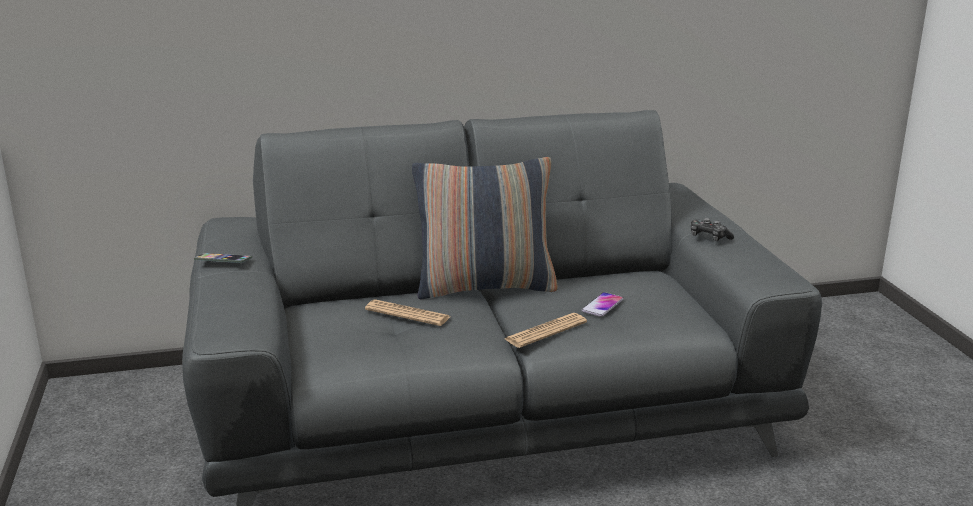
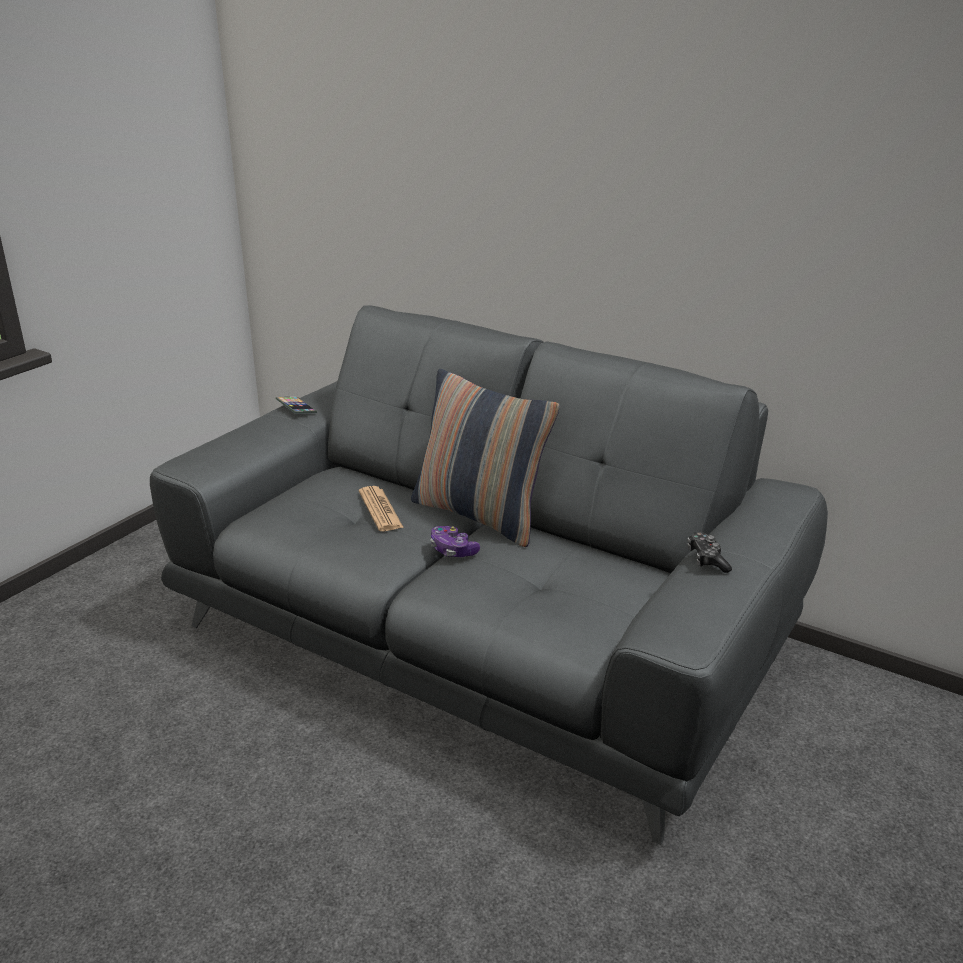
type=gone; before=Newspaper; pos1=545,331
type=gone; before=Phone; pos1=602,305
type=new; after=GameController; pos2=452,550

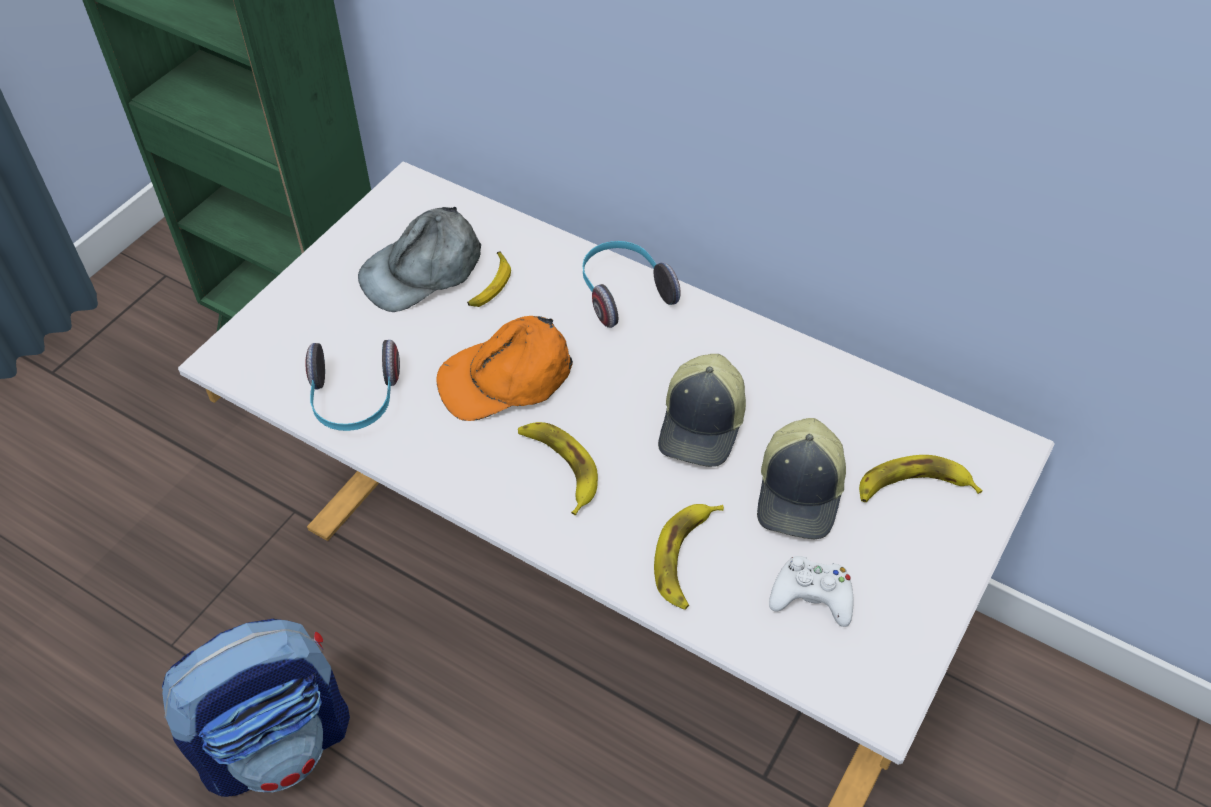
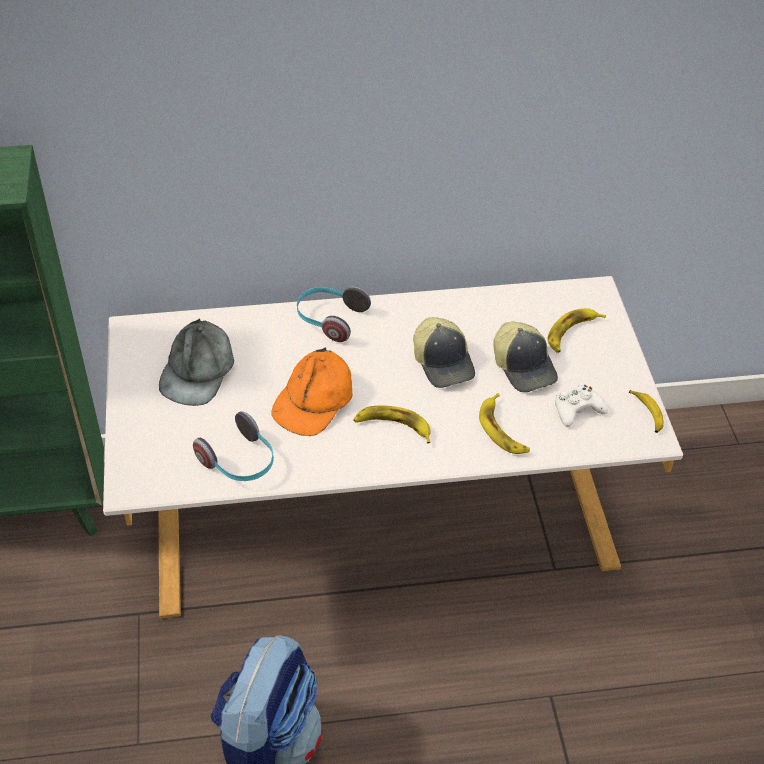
type=shifted; before=Banana; pos1=490,285; pos2=646,414

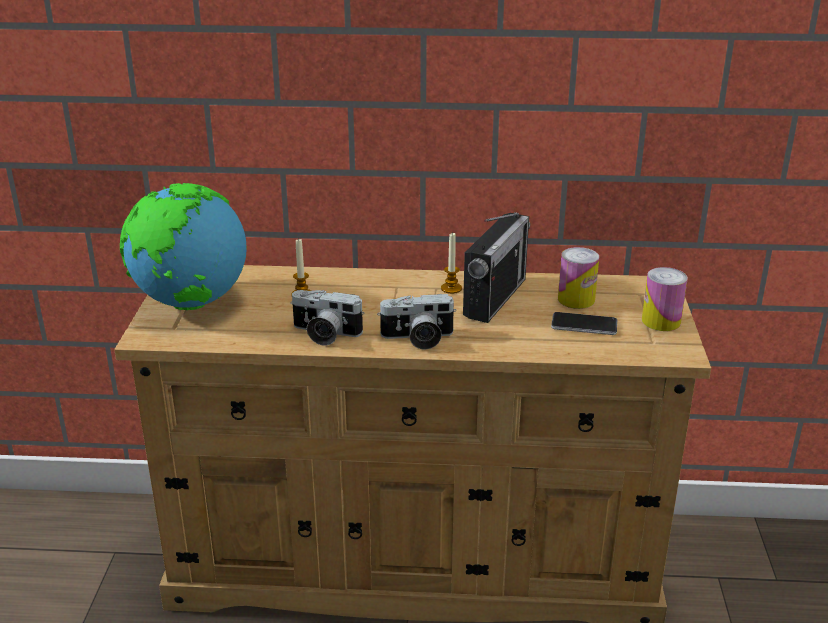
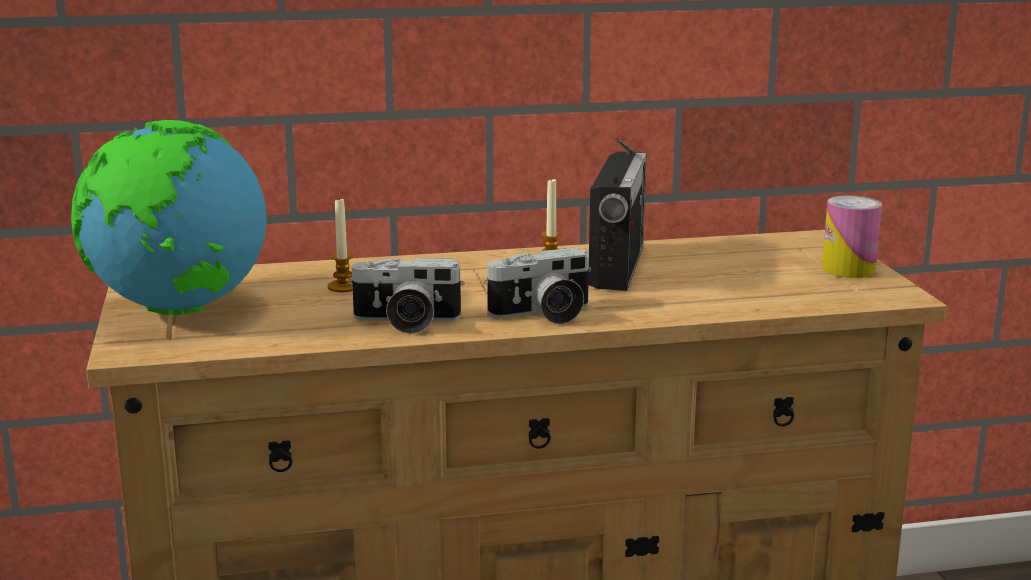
type=gone; before=Phone; pos1=584,325
type=gone; before=Can; pos1=576,299

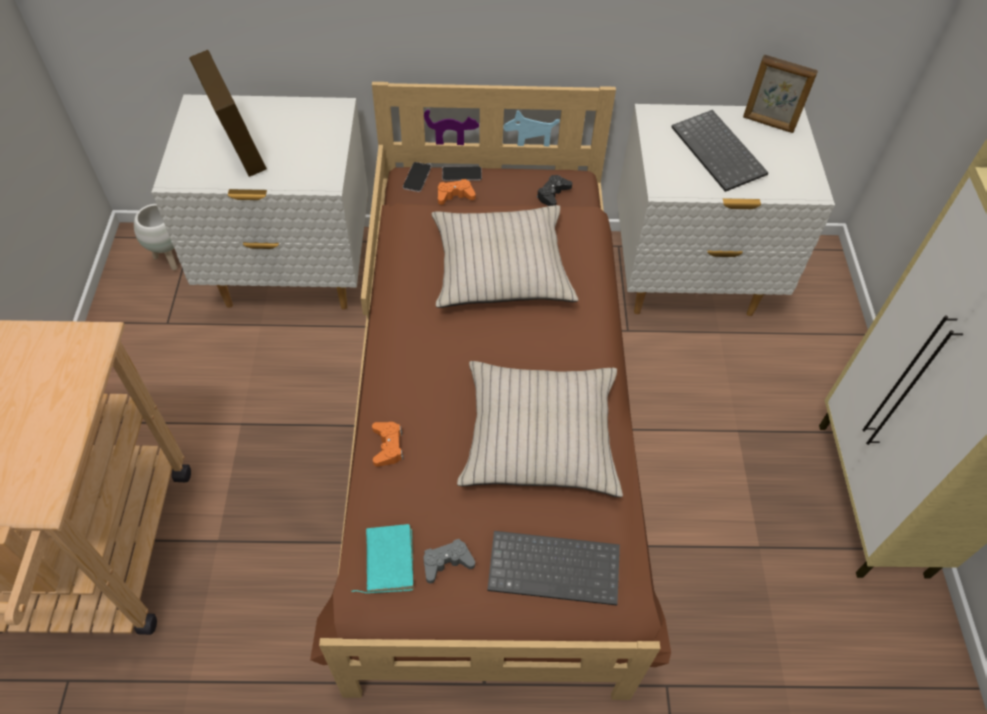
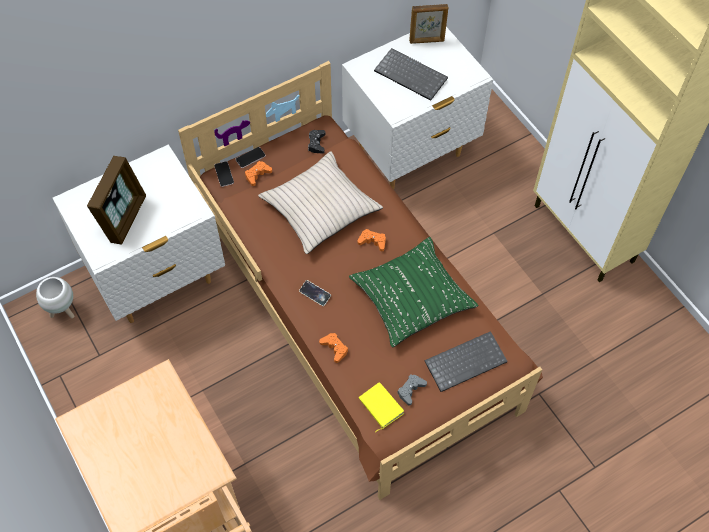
type=rotated; before=PictureFrame; pos1=238,149; pos2=124,218; turn=75
type=repainted; before=TurquoiseBook; after=YellowBook; pos1=387,560; pos2=380,407
type=repainted; before=BeigePillow; after=GreenPillow; pos1=539,436; pos2=411,297
type=new; after=Phone; pos2=315,294
type=new; after=OrangeGameController; pos2=372,242

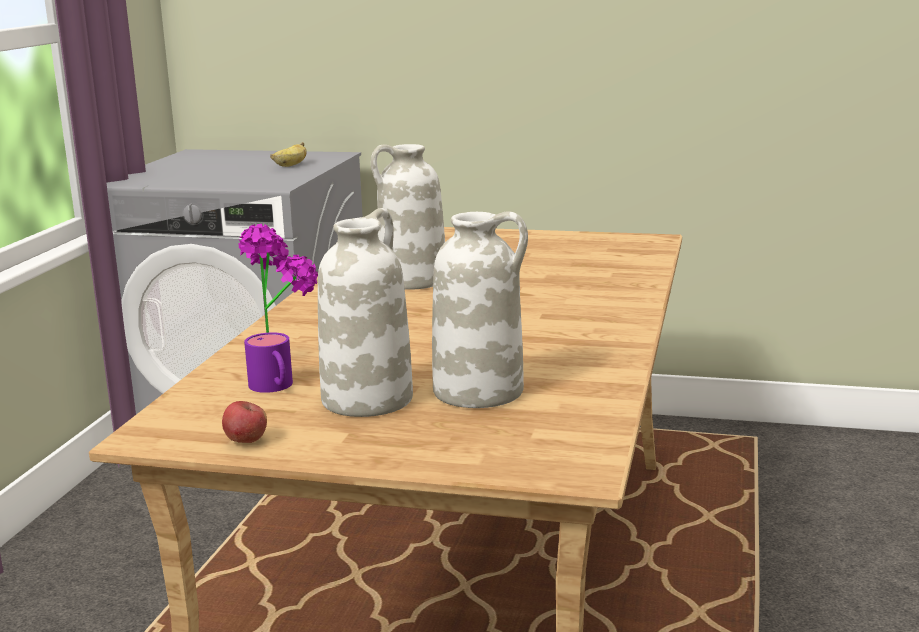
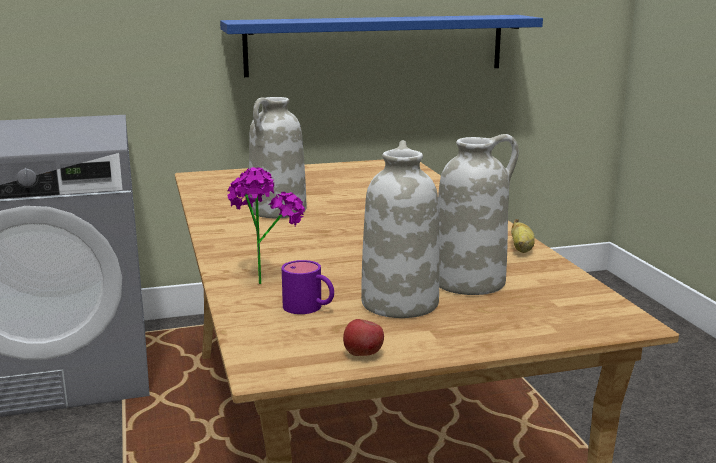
type=shifted; before=Banana; pos1=290,165; pos2=521,249
type=new; after=BlueShelf; pos2=376,45

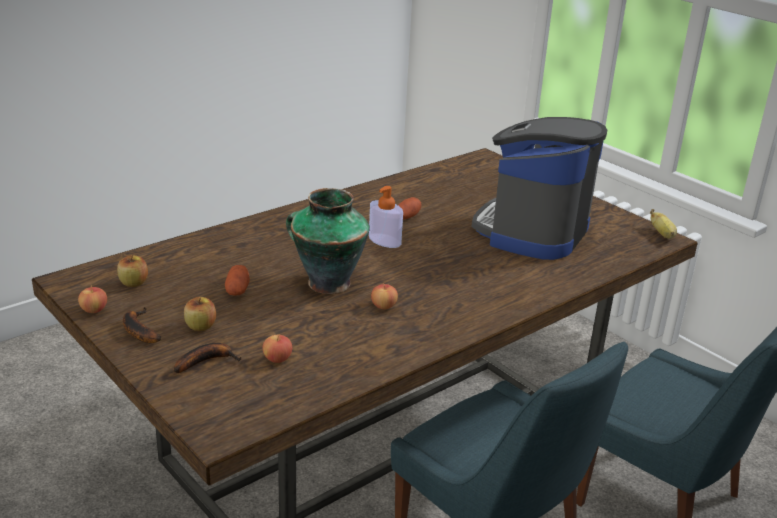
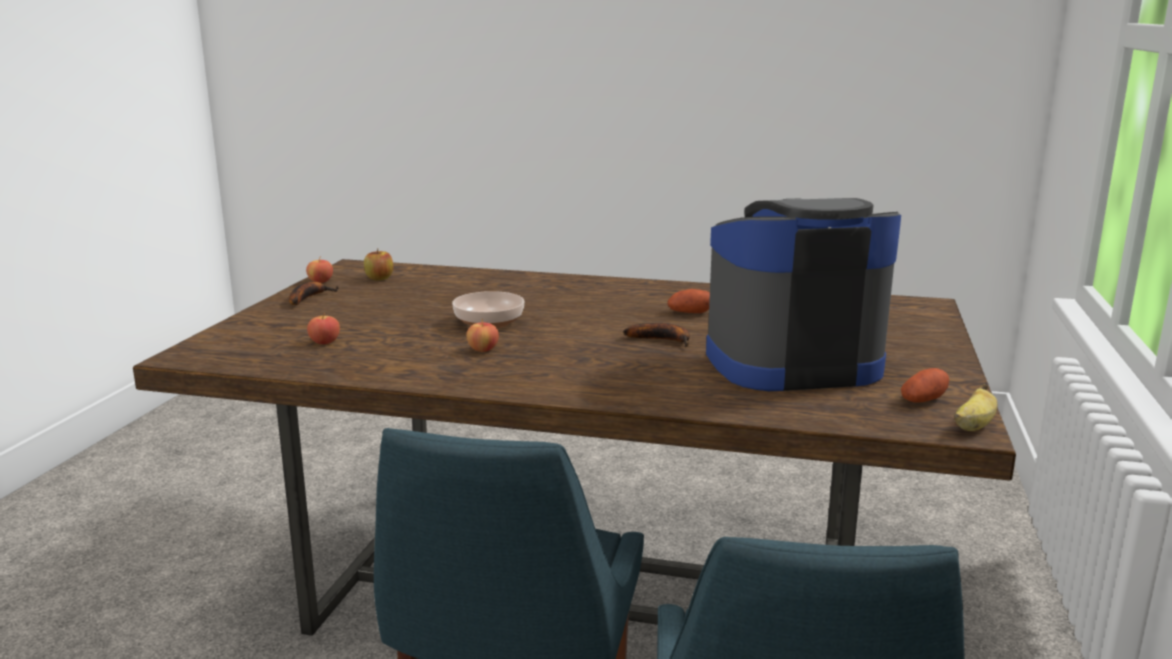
type=shifted; before=Banana; pos1=206,361; pos2=663,340
type=gone; before=Apple; pos1=200,326
type=shifted; before=Potato; pos1=237,290; pos2=923,400
type=swapped; before=Vase; after=Bowl; pos1=327,282; pos2=490,322
type=gone; before=SoapDispenser; pos1=384,241

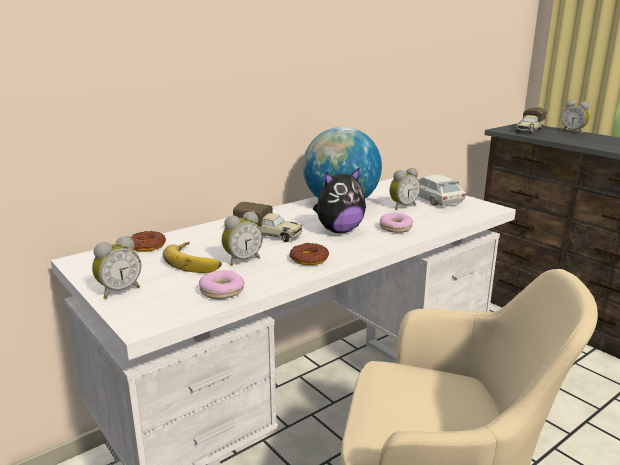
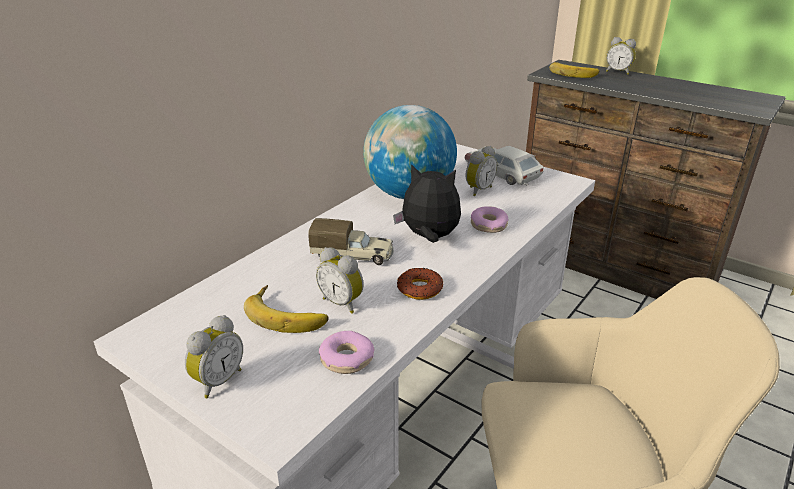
type=gone; before=Donut; pos1=147,246
type=rotated; before=AlarmClock; pos1=242,260; pos2=343,302; turn=90
type=rotated; before=PlushToy; pos1=339,230; pos2=429,237; turn=-120
type=swapped; before=ToyTruck; after=Banana; pos1=529,130; pos2=573,73

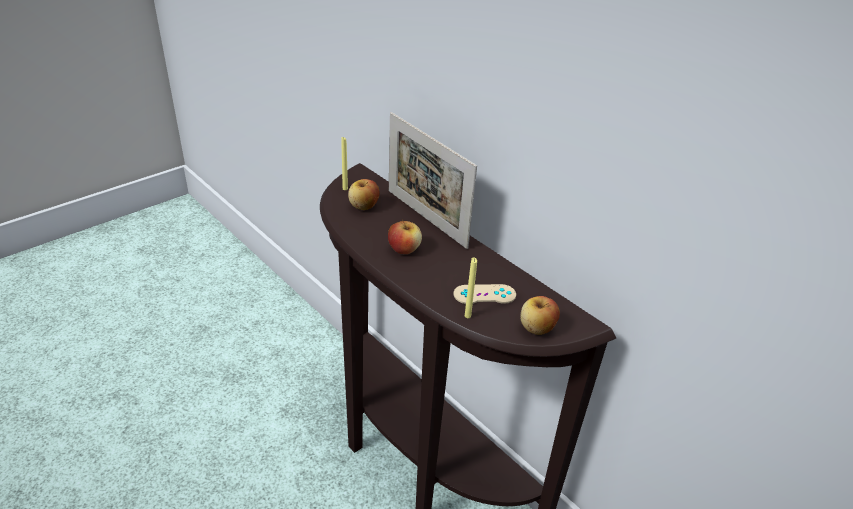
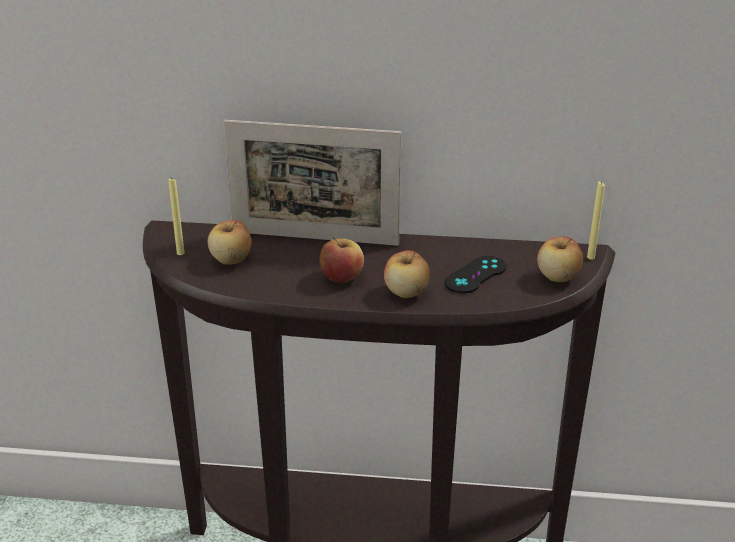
type=repainted; before=BeigeGameController; after=BlackGameController; pos1=484,294; pos2=476,275
type=shifted; before=YellowCandle; pos1=467,316; pos2=590,257
type=new; after=Apple; pos2=406,292

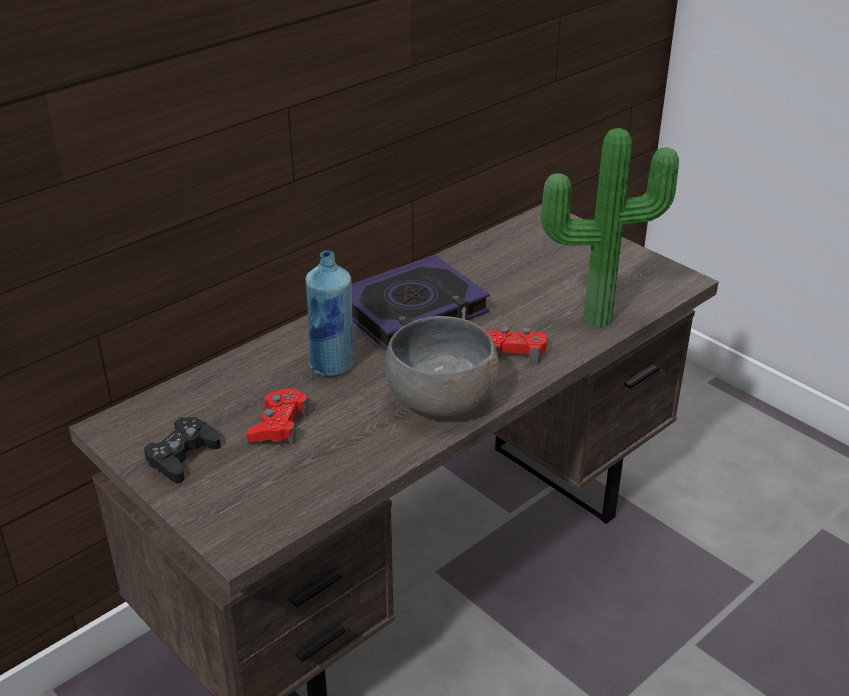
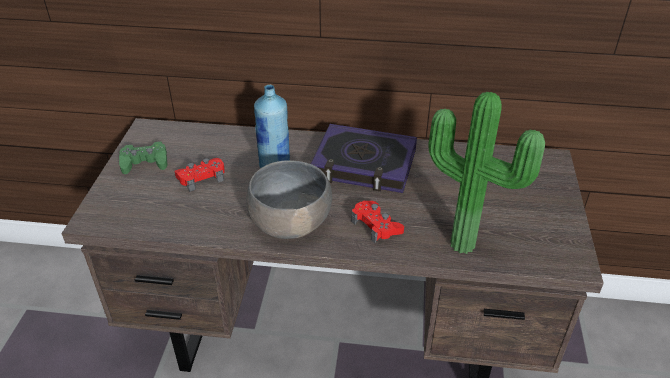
type=repainted; before=BlackGameController; after=GreenGameController; pos1=182,456; pos2=145,162

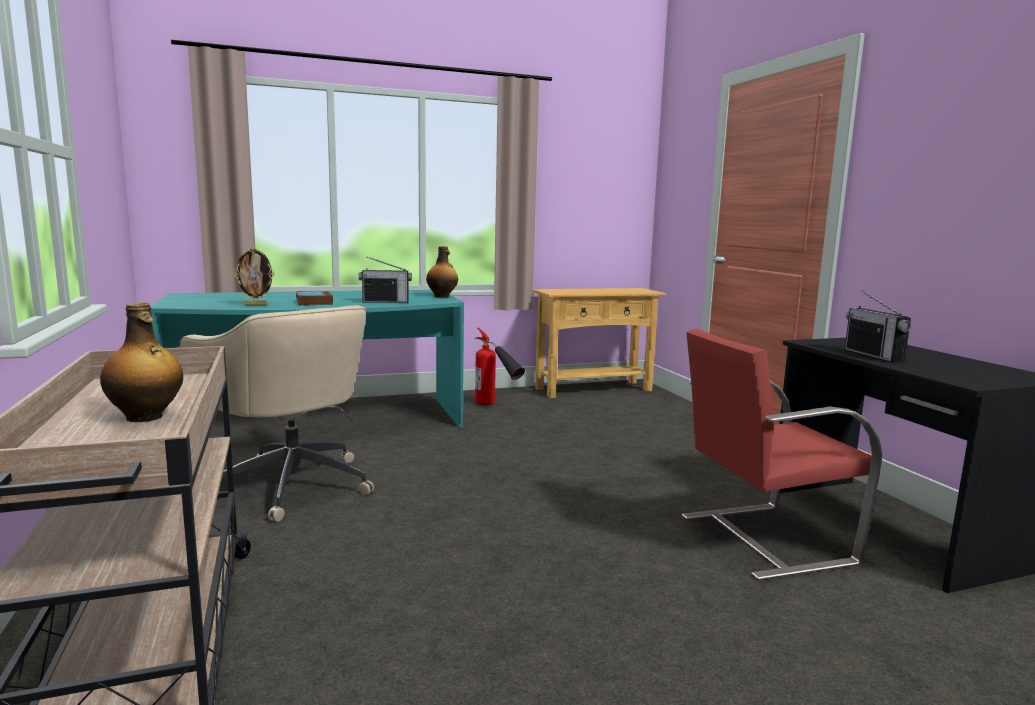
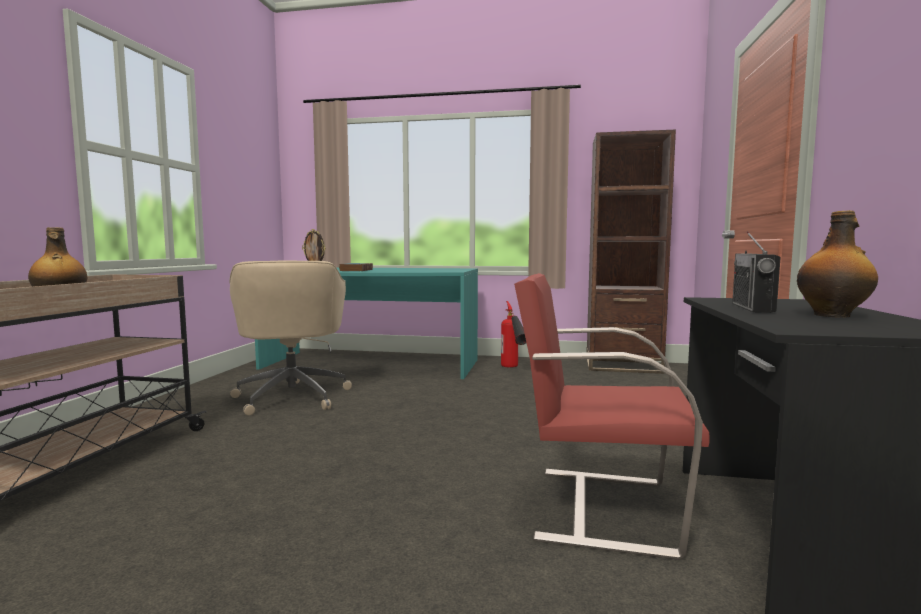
type=gone; before=Radio; pos1=385,302
type=shifted; before=Bottle; pos1=442,296; pos2=833,315
type=swapped; before=BeigeConsoleTable; after=BrownBookcase; pos1=593,389; pos2=623,366

